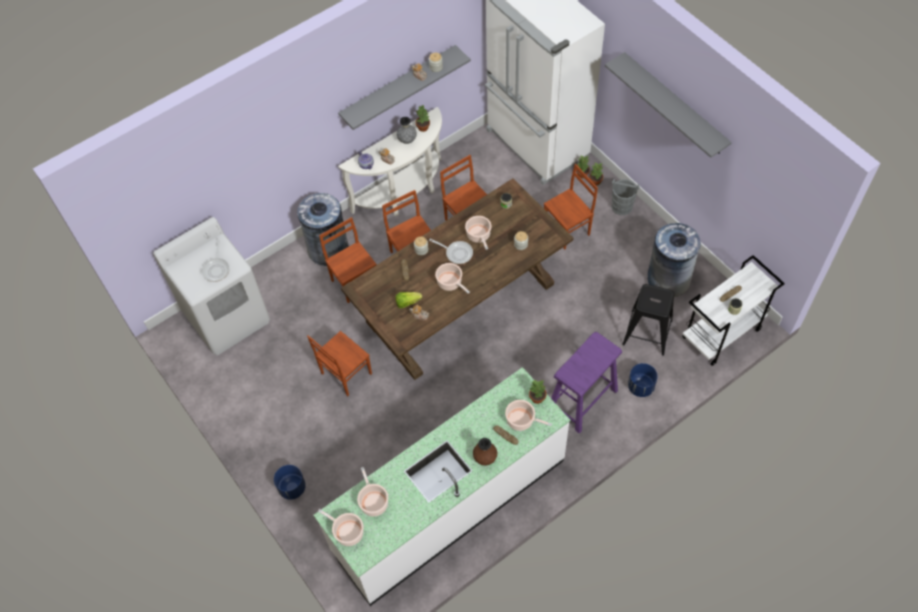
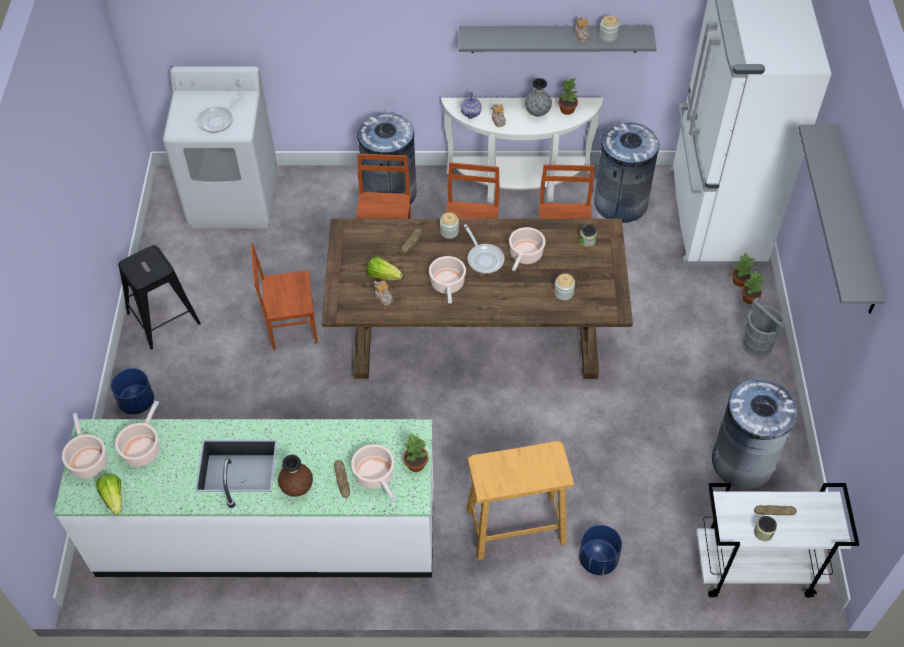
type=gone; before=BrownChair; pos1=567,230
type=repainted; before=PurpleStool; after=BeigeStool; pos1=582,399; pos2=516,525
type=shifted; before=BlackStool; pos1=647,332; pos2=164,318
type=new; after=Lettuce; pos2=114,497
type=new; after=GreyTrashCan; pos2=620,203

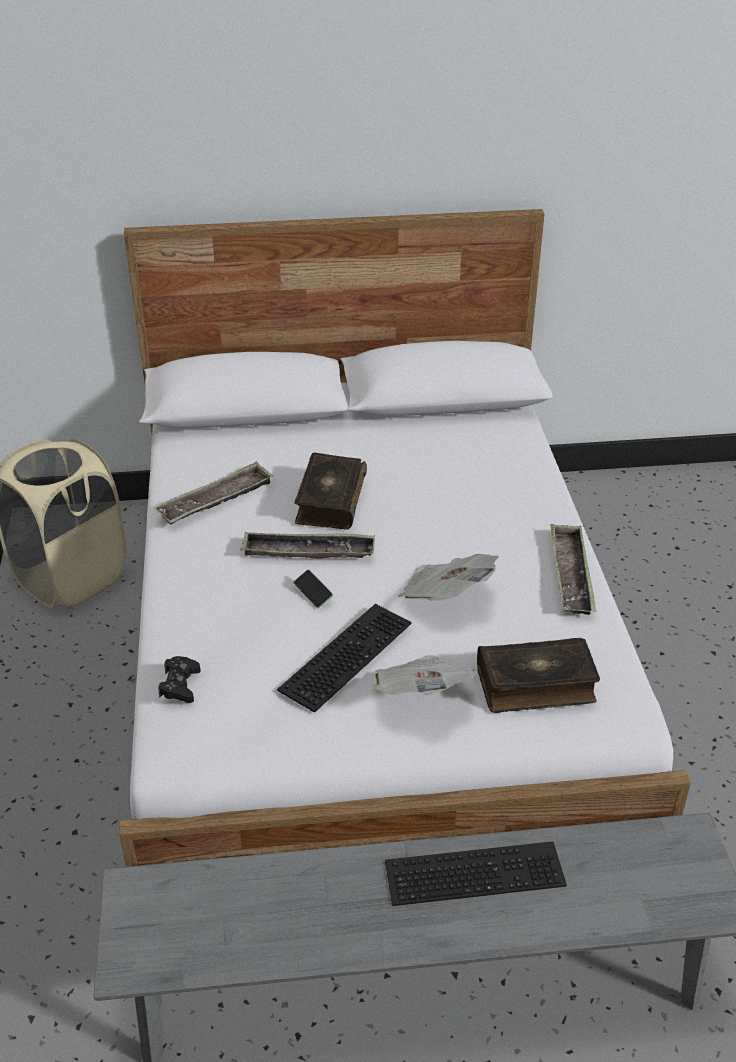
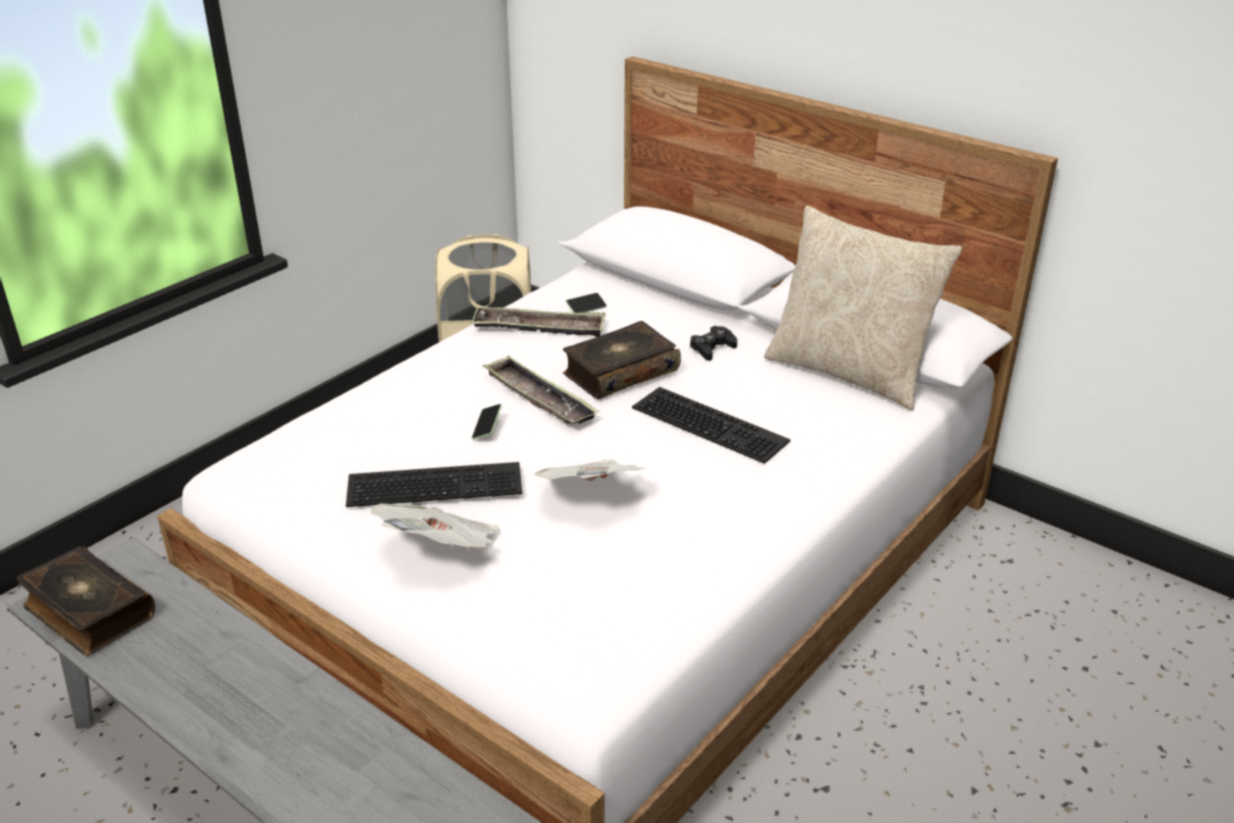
type=shifted; before=BlackGameController; pos1=180,685; pos2=712,348
type=shifted; before=Keyboard; pos1=475,870; pos2=712,423
type=shifted; before=Book; pos1=536,685; pos2=88,612
type=gone; before=Tray; pos1=571,574
type=new; after=Phone; pos2=586,309
type=new; after=BeigePillow; pos2=849,372

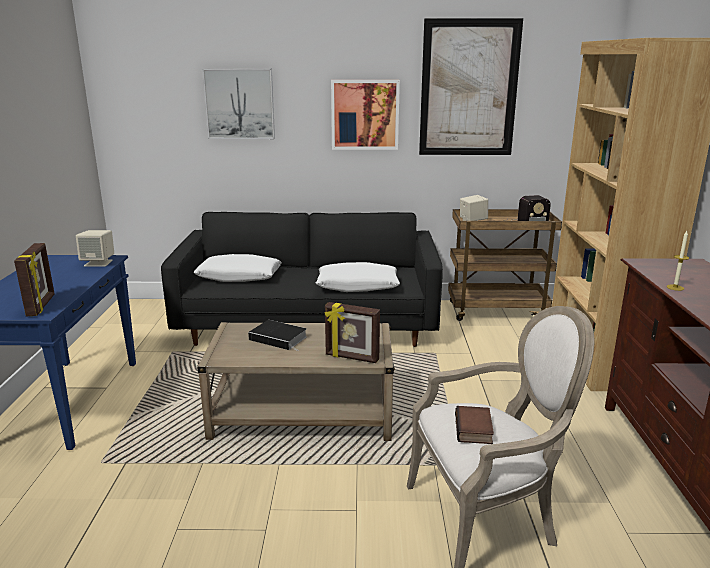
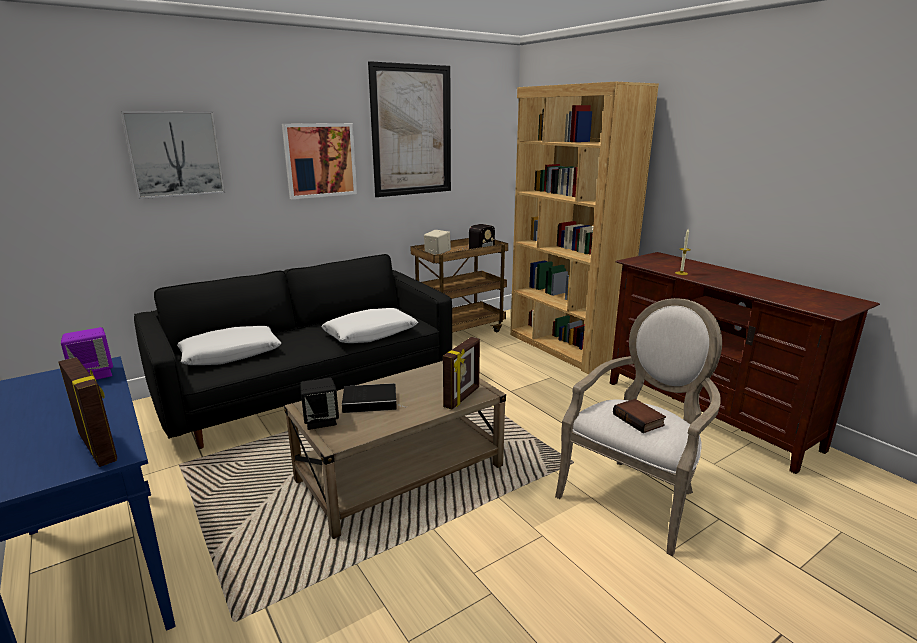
type=repainted; before=BeigeSpeaker; after=PurpleSpeaker; pos1=99,263; pos2=93,374
type=rotated; before=PictureFrame; pos1=351,358; pos2=462,397; turn=-45
type=new; after=BlackSpeaker; pos2=321,421

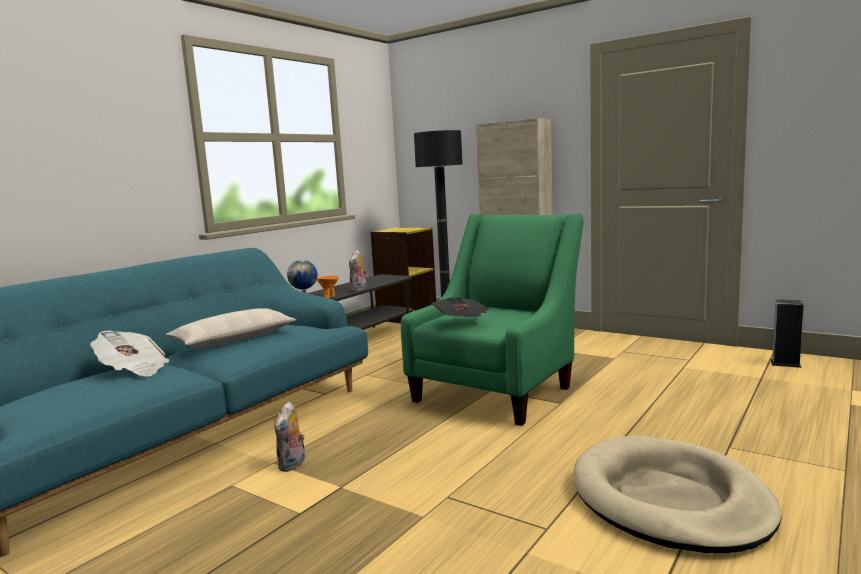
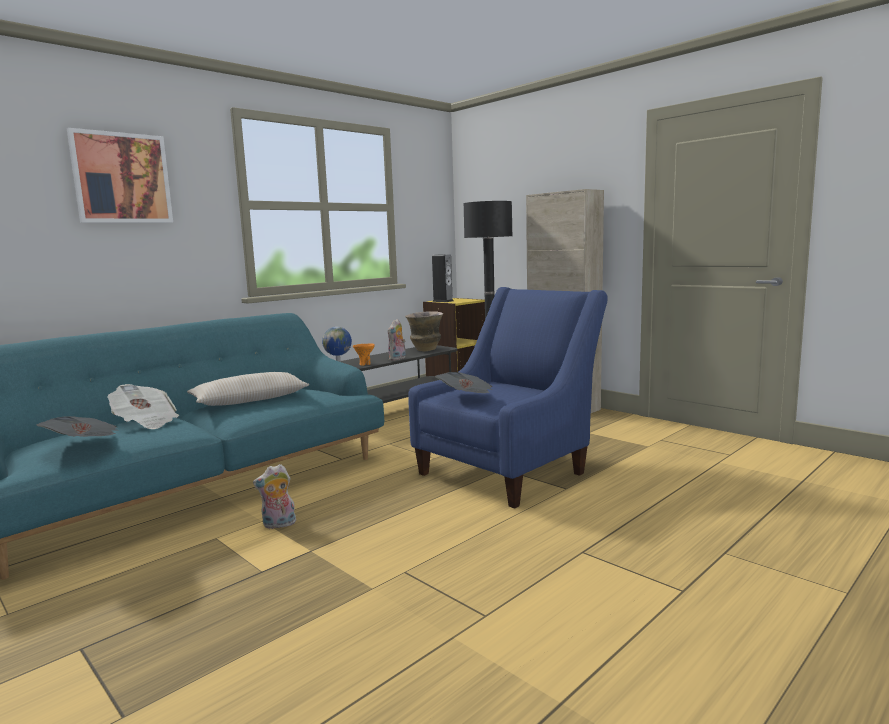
type=rotated; before=PlushToy; pos1=293,465; pos2=278,525; turn=45
type=repainted; before=GreenArmchair; after=BlueArmchair; pos1=498,390; pos2=509,470
type=gone; before=BeigeDogBed; pos1=669,499
type=shifted; before=Speaker; pos1=785,363; pos2=443,301
type=new; after=Newspaper; pos2=85,446
type=new; after=Picture; pos2=121,178
type=new; after=Vase; pos2=425,350

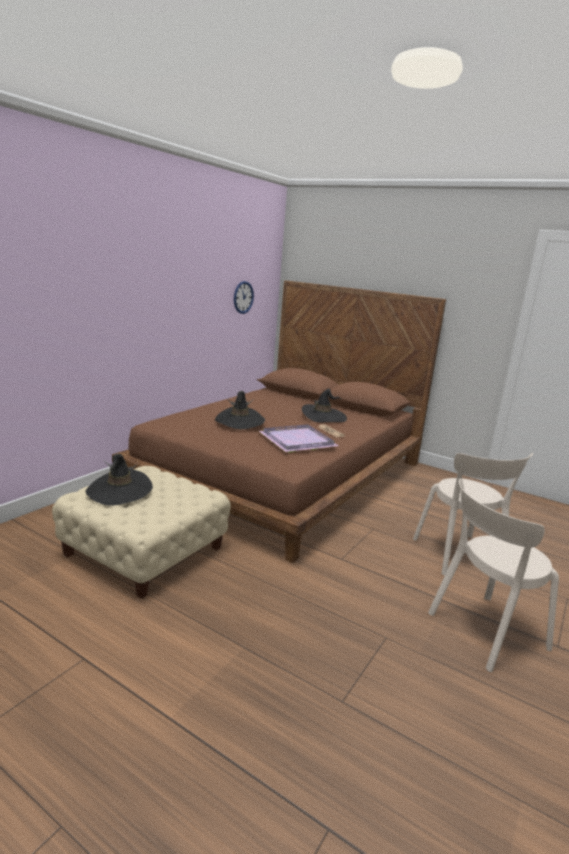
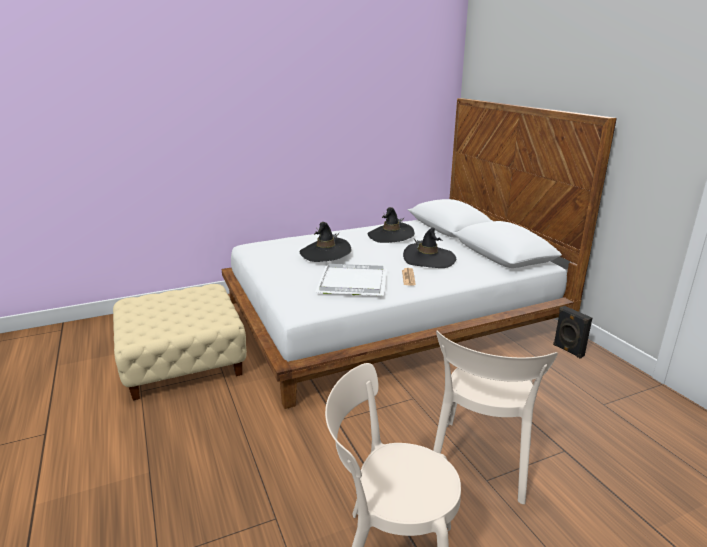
type=shifted; before=BlackHat; pos1=119,491; pos2=390,236
type=repainted; before=BrownBed; after=WhiteBed; pos1=283,475; pos2=388,317
type=gone; before=WallClock; pos1=243,297
type=repainted; before=PurpleTray; after=WhiteTray; pos1=298,440; pos2=354,282
type=new; after=BlackSpeaker; pos2=567,350

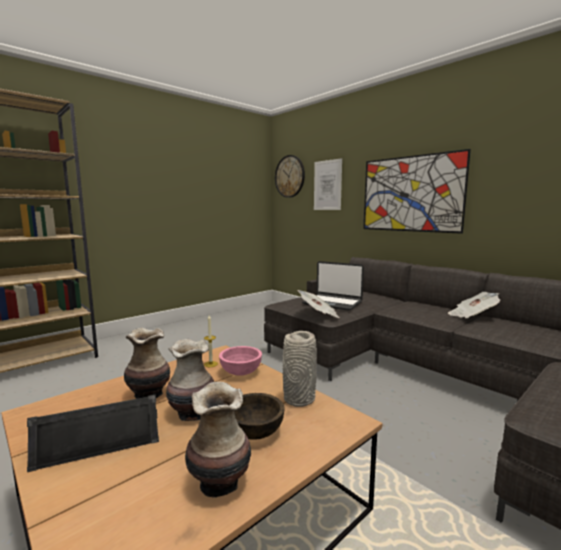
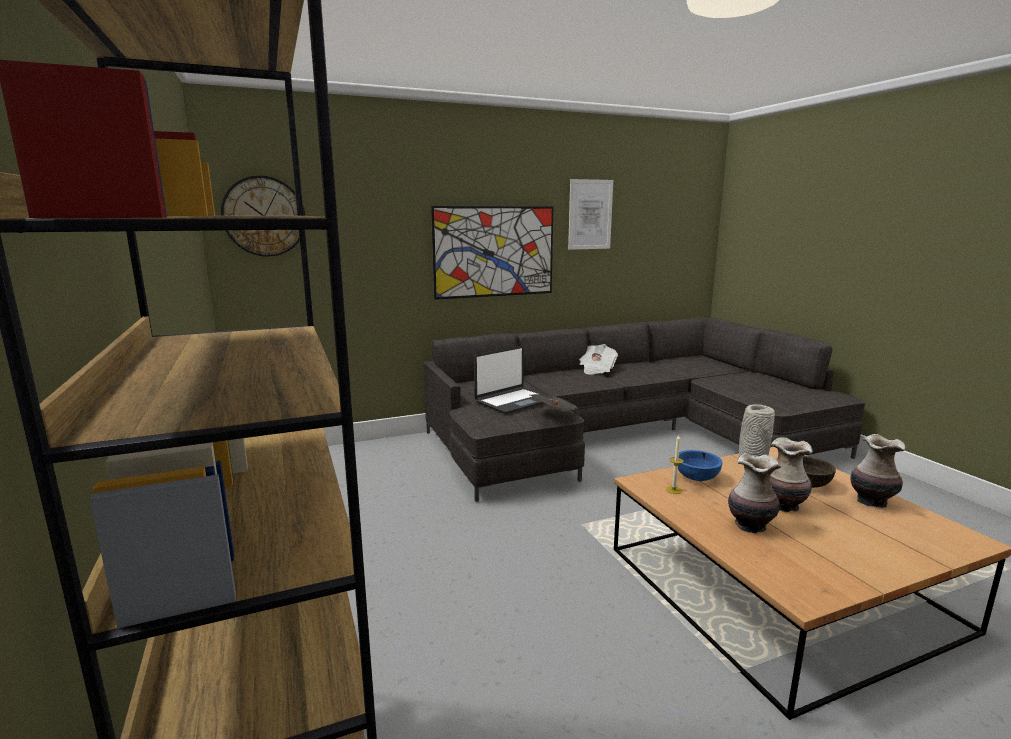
type=gone; before=BlackSpeaker; pos1=99,440
type=repainted; before=PinkBowl; after=BlueBowl; pos1=240,372; pos2=697,478
type=shifted; before=Picture; pos1=327,185; pos2=590,214

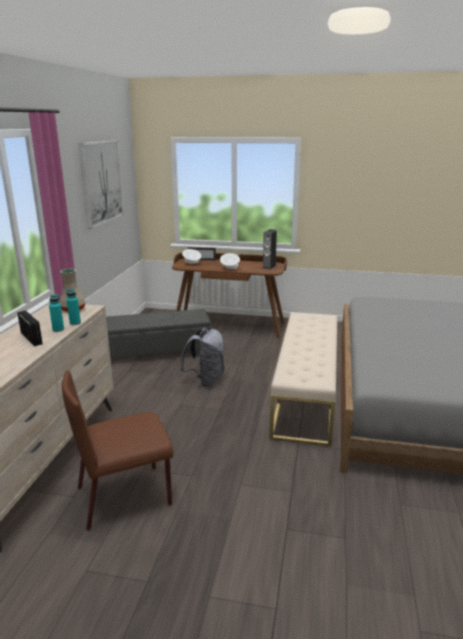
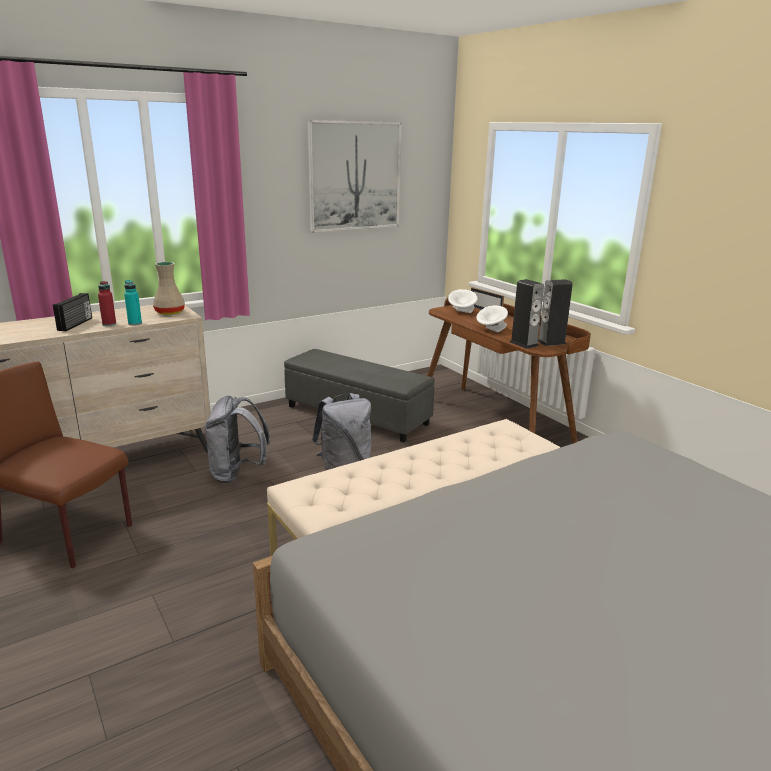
type=repainted; before=TurquoiseBottle; after=RedBottle; pos1=58,329; pos2=109,324
type=new; after=GreyBackpack; pos2=237,474
type=new; after=Speaker; pos2=524,344

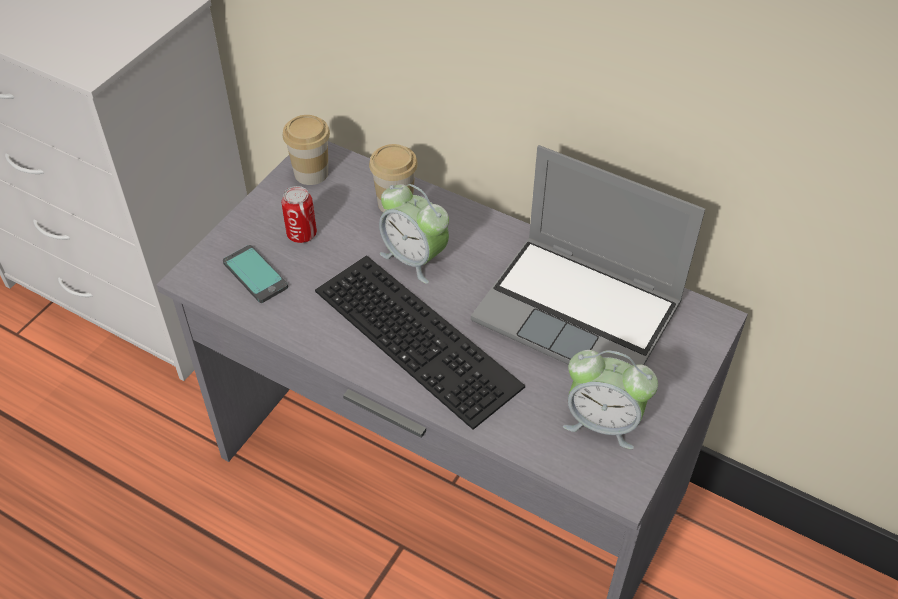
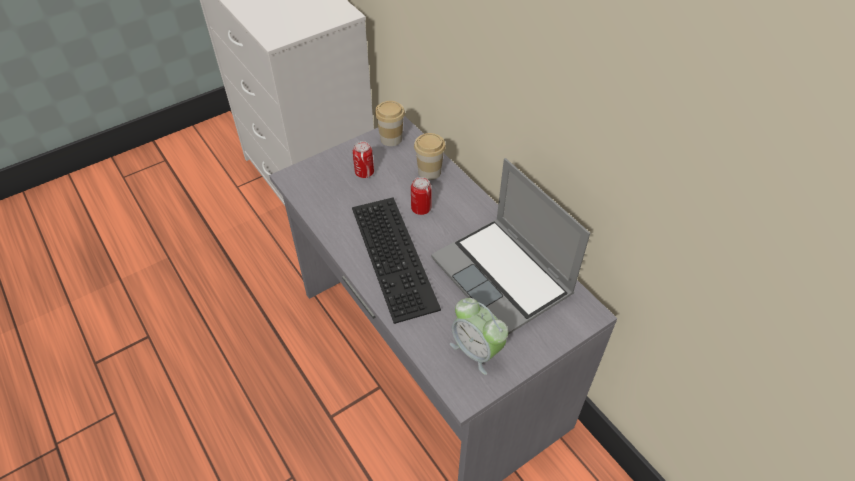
type=gone; before=Phone; pos1=255,274
type=swapped; before=AlarmClock; after=Can; pos1=414,258; pos2=421,208

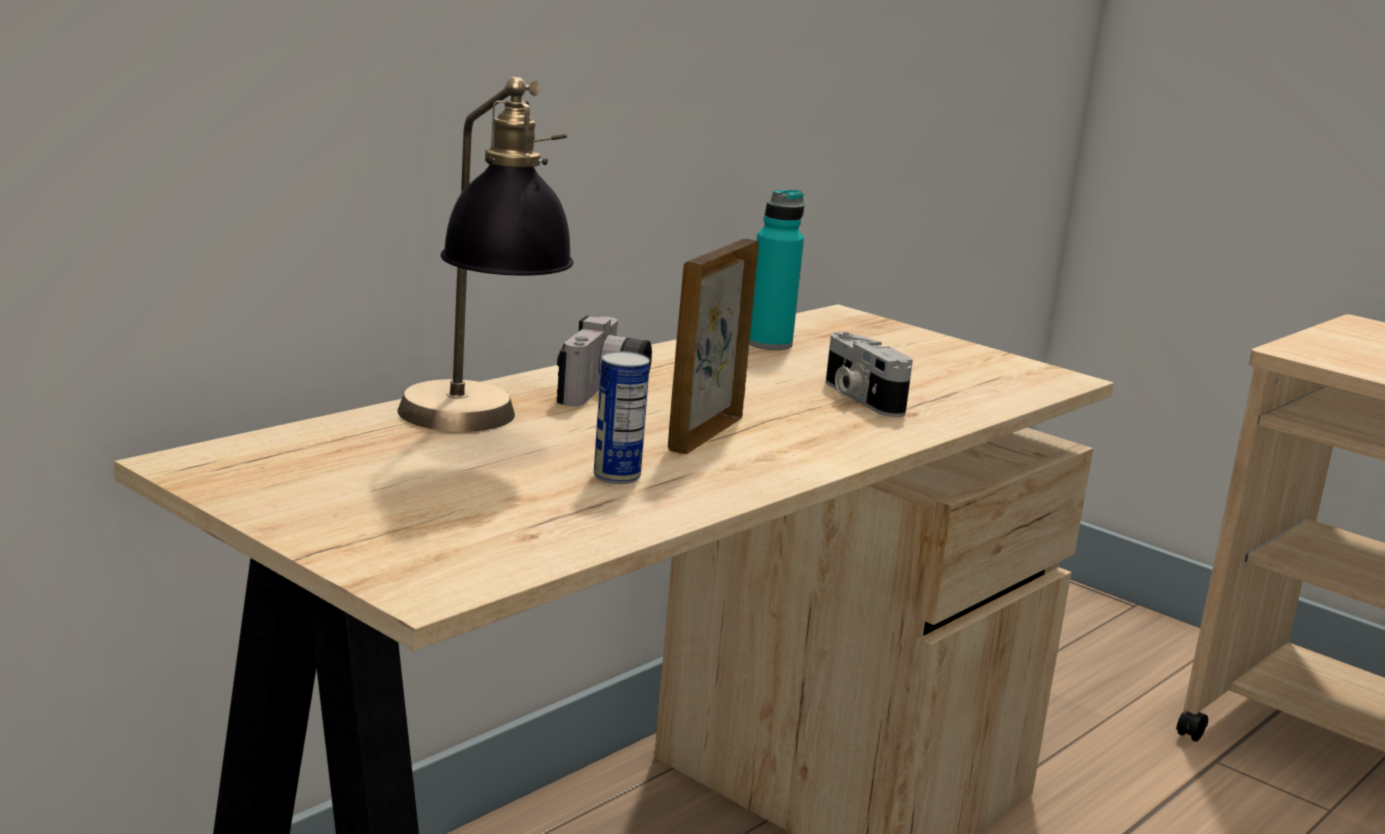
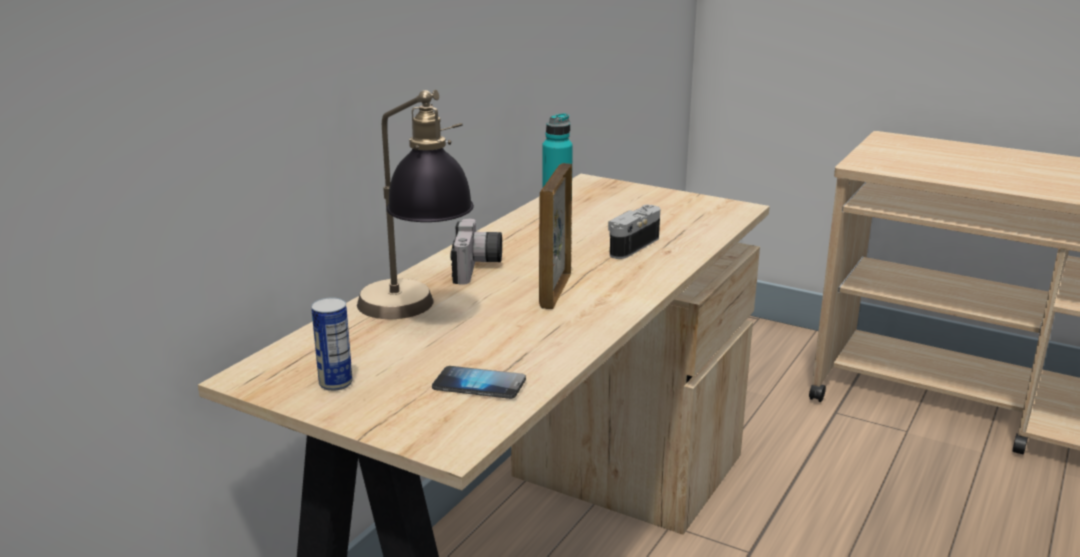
type=shifted; before=Can; pos1=616,476; pos2=335,383
type=rotated; before=PhotoCamera; pos1=858,398; pos2=631,245; turn=75
type=new; after=Phone; pos2=479,385

